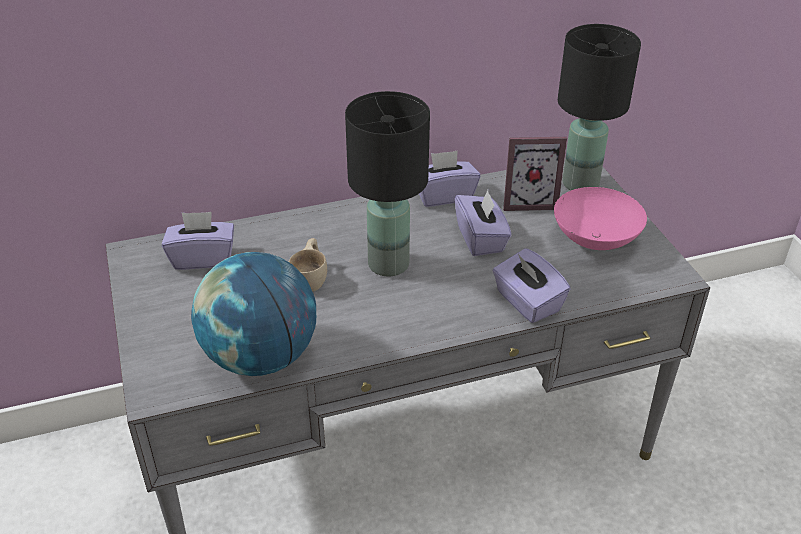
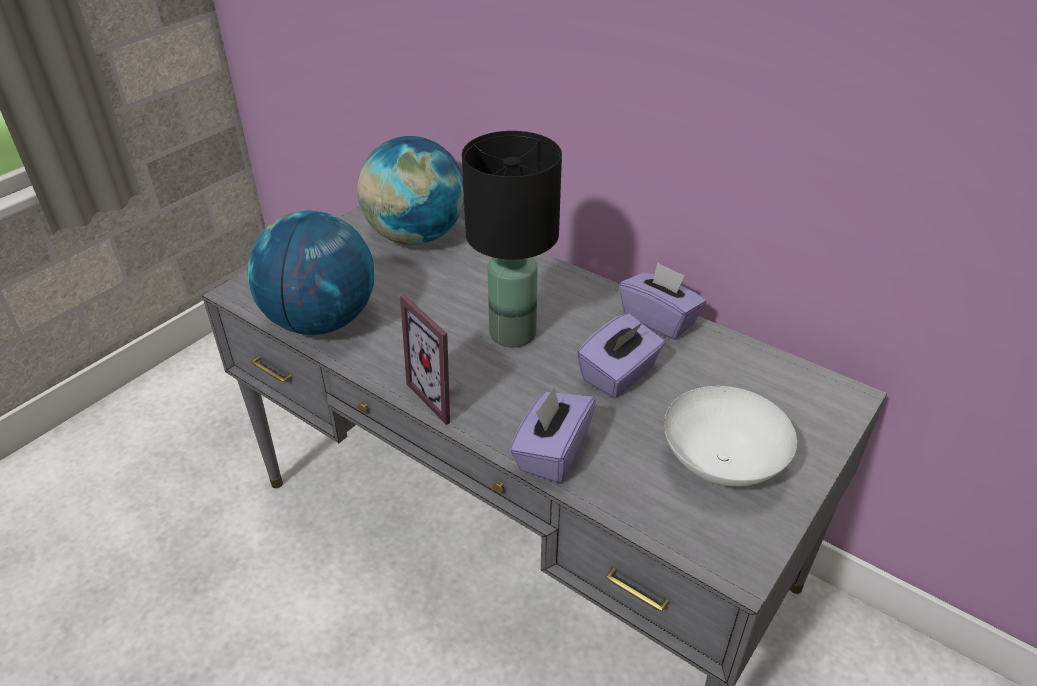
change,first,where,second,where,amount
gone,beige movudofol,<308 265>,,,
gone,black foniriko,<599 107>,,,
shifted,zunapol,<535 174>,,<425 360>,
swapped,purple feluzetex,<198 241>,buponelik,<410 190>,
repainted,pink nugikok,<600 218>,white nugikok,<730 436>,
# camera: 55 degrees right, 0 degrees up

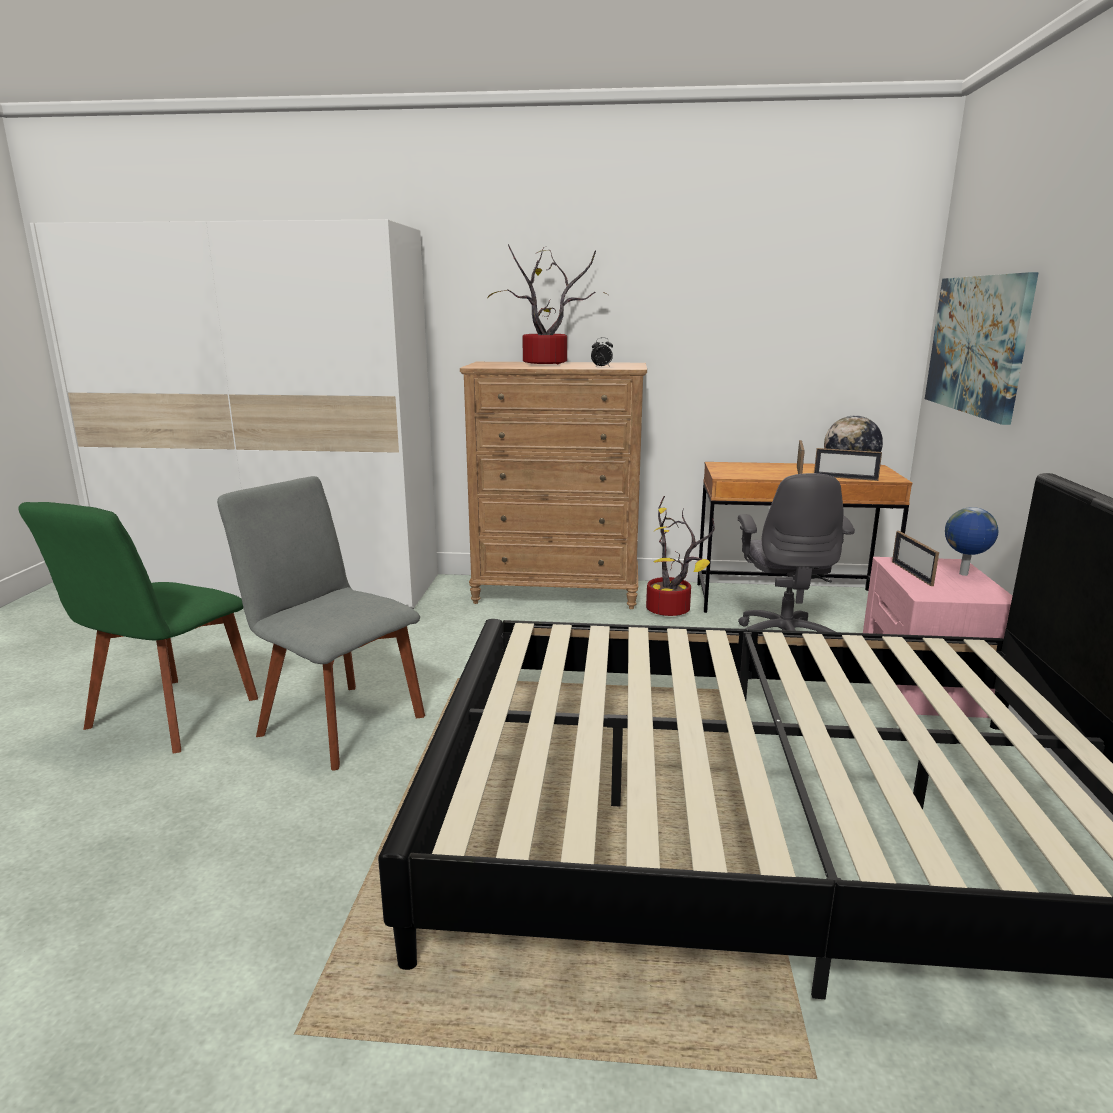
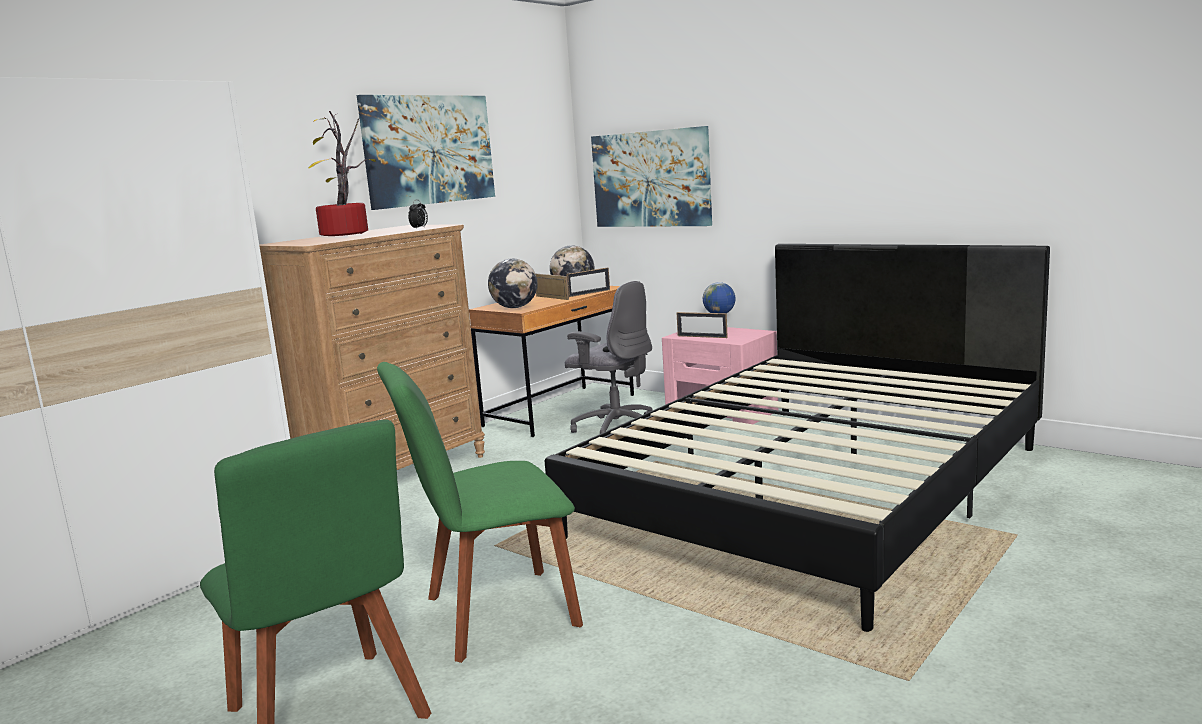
change,first,where,second,where,amount
gone,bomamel,<680 556>,,,
new,,,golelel,<426 152>,
new,,,buponelik,<512 283>,
repainted,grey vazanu,<321 623>,green vazanu,<480 512>,
# camera: 55 degrees left, 5 degrees down

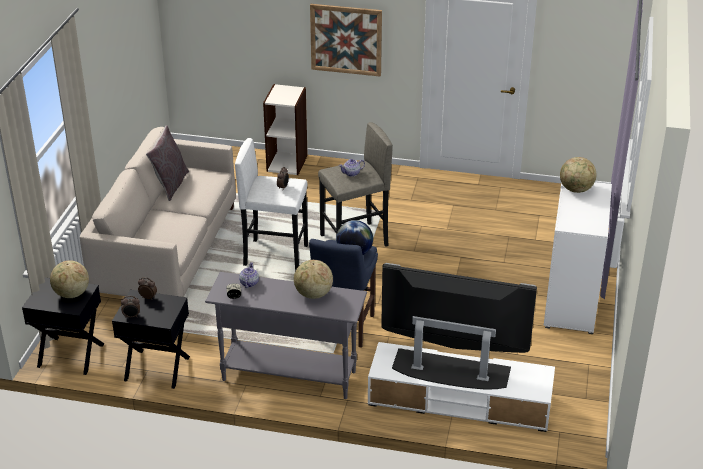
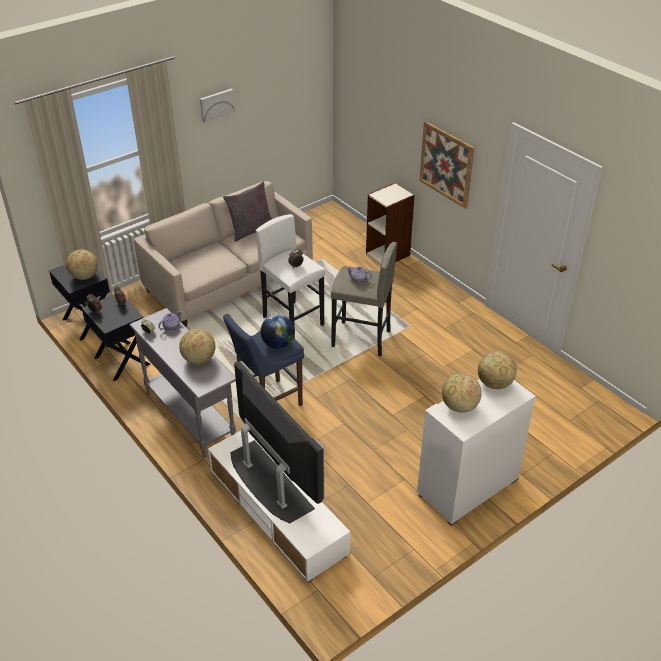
change,first,where,second,where,amount
new,,,golelel,<217 106>,
new,,,buponelik,<462 393>,
# camera: 40 degrees right, 5 degrees up

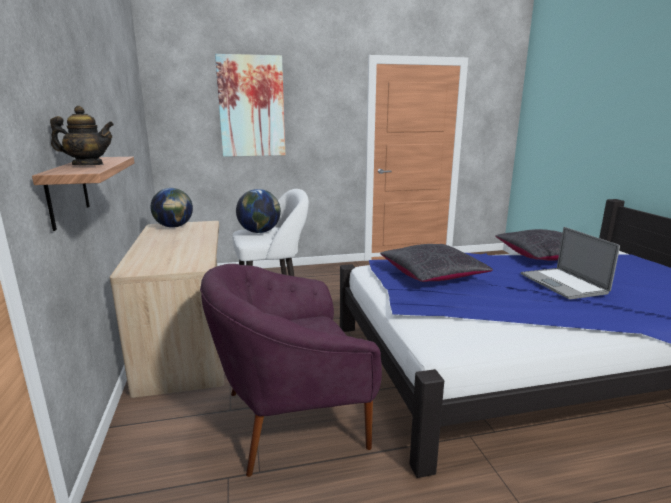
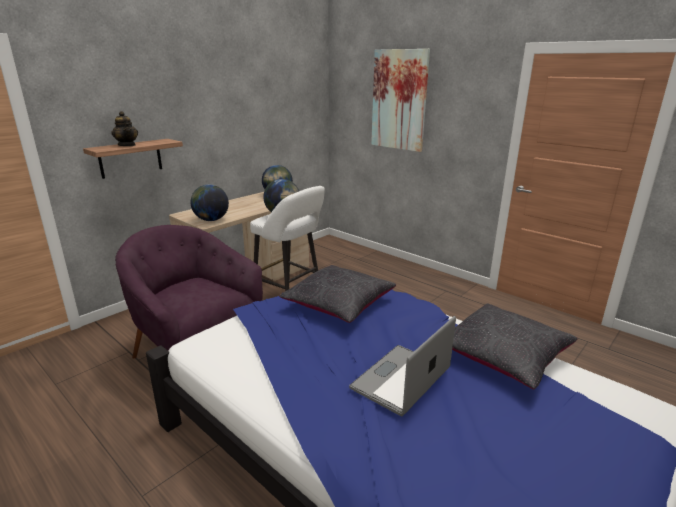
change,first,where,second,where,amount
new,,,buponelik,<209 202>,
# camera: 55 degrees right, 5 degrees up

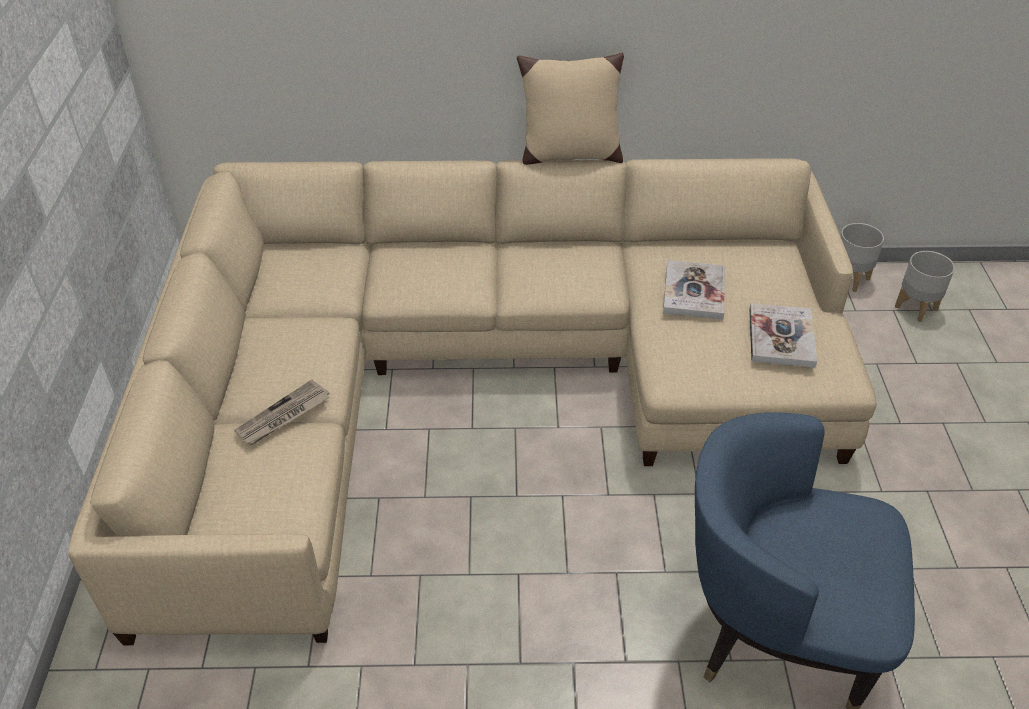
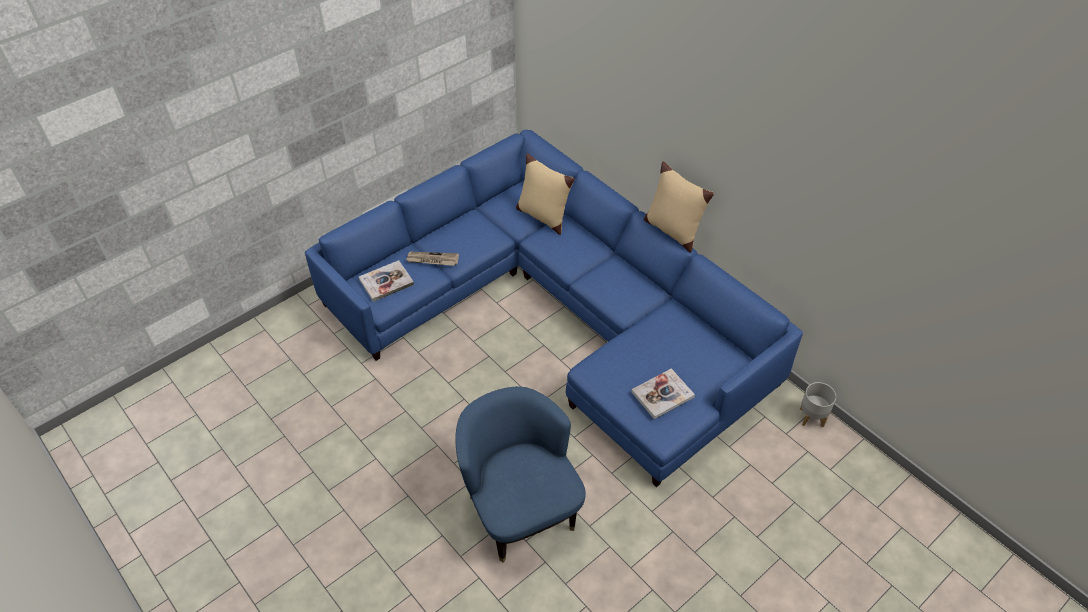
change,first,where,second,where,amount
gone,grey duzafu,<925 286>,,,
new,,,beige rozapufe,<545 194>,
shifted,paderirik,<694 289>,,<386 281>,
repainted,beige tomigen,<472 402>,blue tomigen,<554 308>,
# camera: 50 degrees right, 5 degrees up

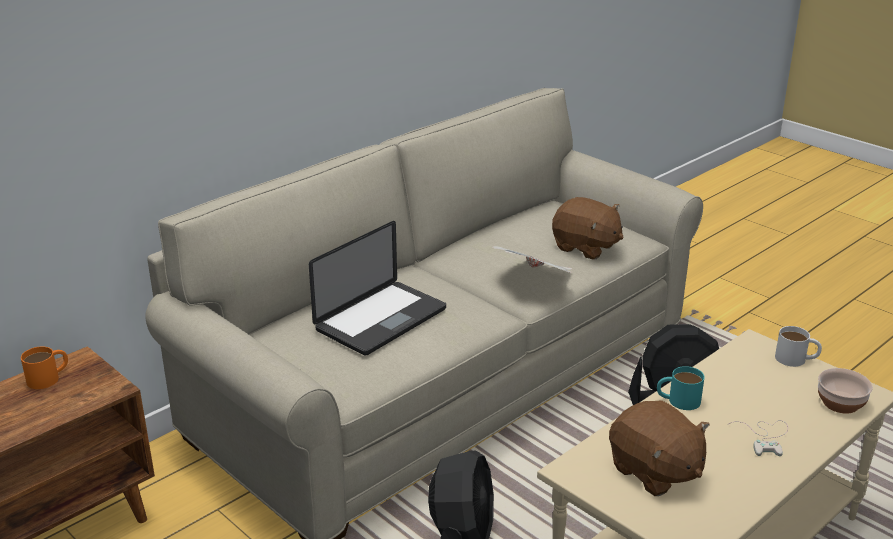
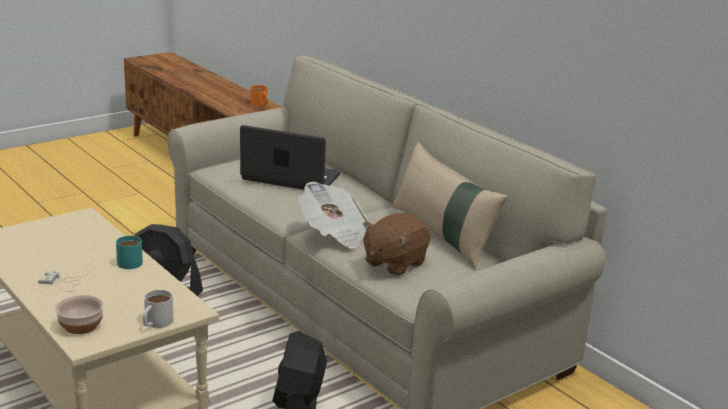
change,first,where,second,where,amount
gone,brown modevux,<659 448>,,,
new,,,beige rozapufe,<450 205>,
rotated,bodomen,<377 288>,,<290 157>,150 degrees clockwise
# camera: 95 degrees right, 5 degrees down

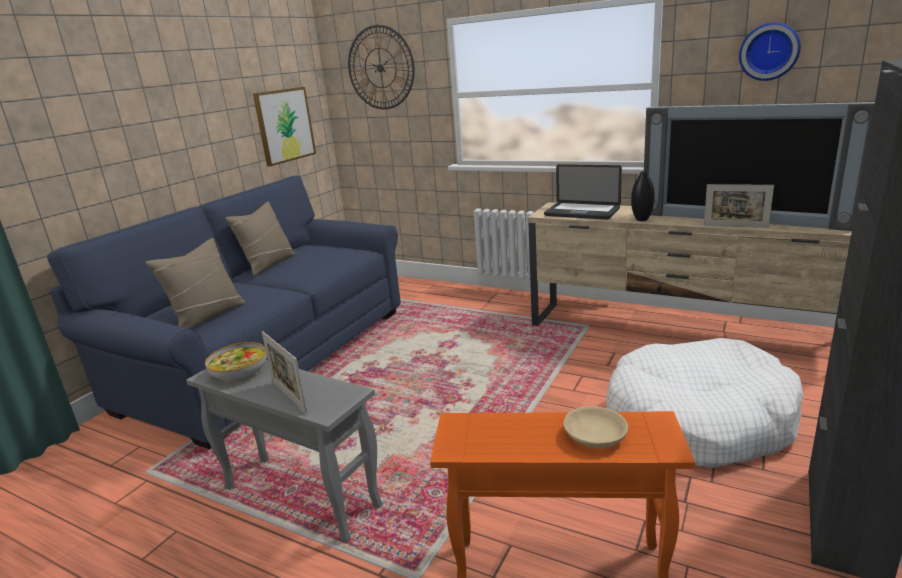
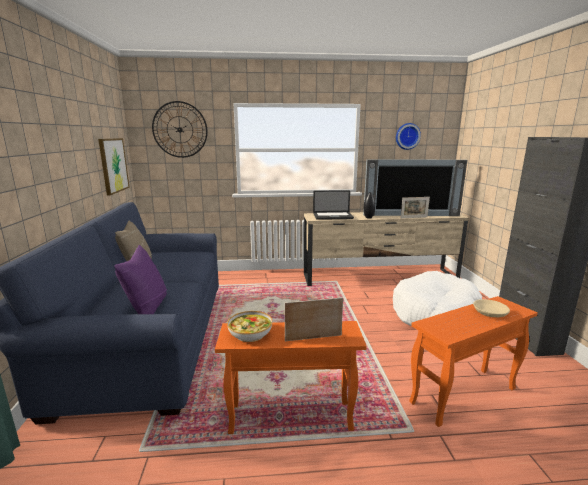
change,first,where,second,where,amount
repainted,beige rozapufe,<195 283>,purple rozapufe,<140 279>,
repainted,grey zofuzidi,<284 451>,orange zofuzidi,<291 377>,
rotated,zunapol,<285 372>,,<314 319>,150 degrees clockwise
# camera: 35 degrees left, 5 degrees down

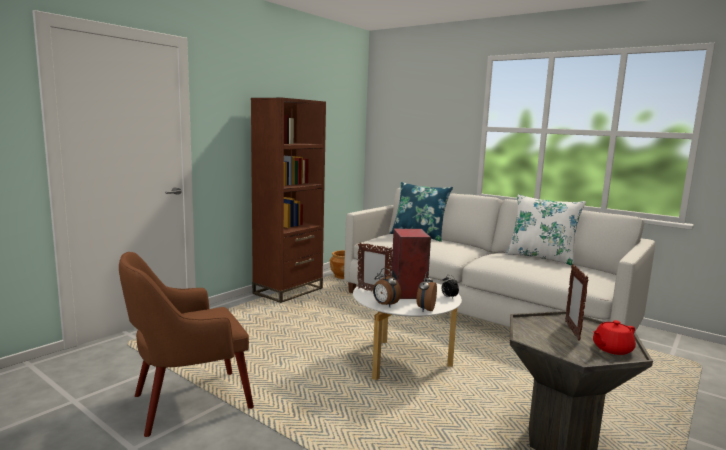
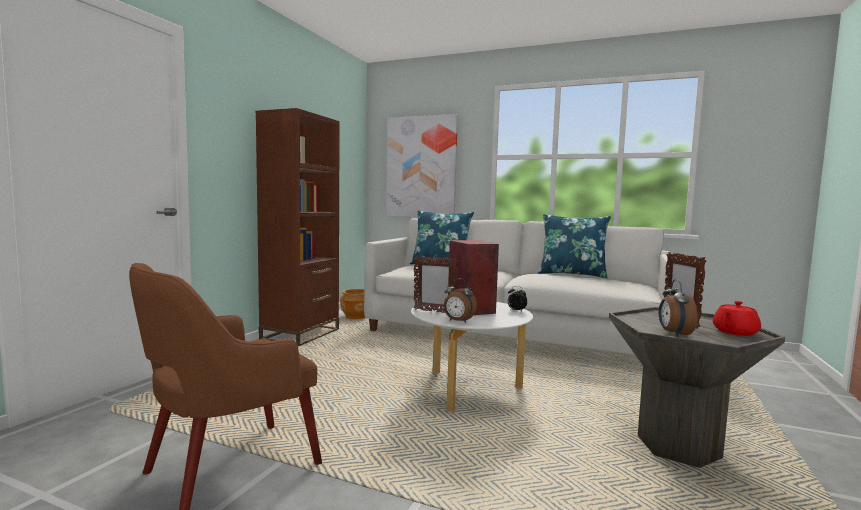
change,first,where,second,where,amount
new,,,golelel,<422 165>,
shifted,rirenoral,<426 291>,,<678 308>,
repainted,white rozapufe,<545 230>,blue rozapufe,<574 246>,
# camera: 15 degrees left, 5 degrees down

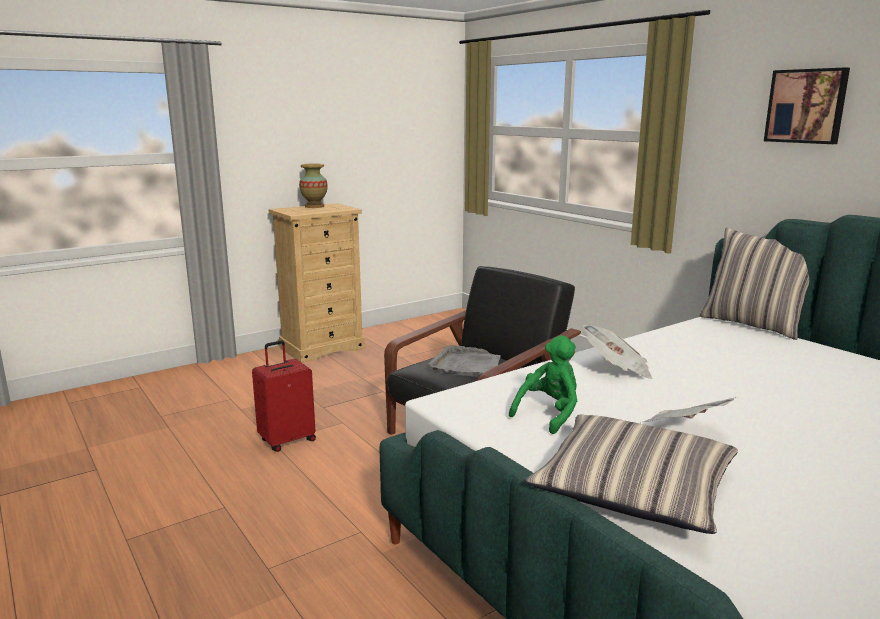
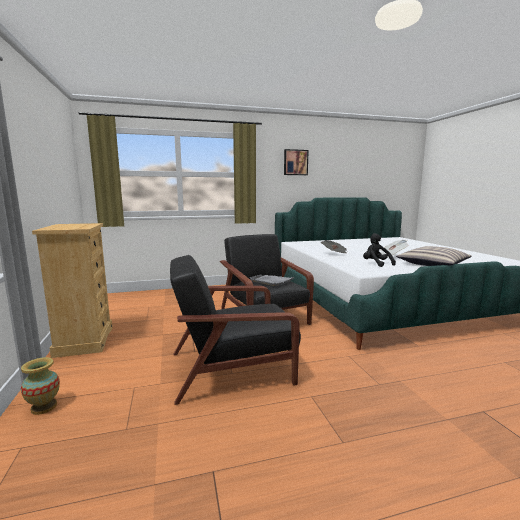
change,first,where,second,where,amount
gone,rozapufe,<754 284>,,,
shifted,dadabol,<313 185>,,<40 386>,
swapped,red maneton,<284 396>,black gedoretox,<235 330>,
repainted,green modevux,<543 384>,black modevux,<379 250>,
# camera: 70 degrees left, 5 degrees down

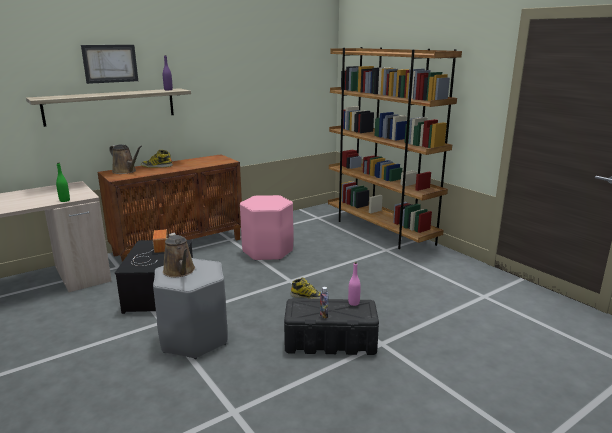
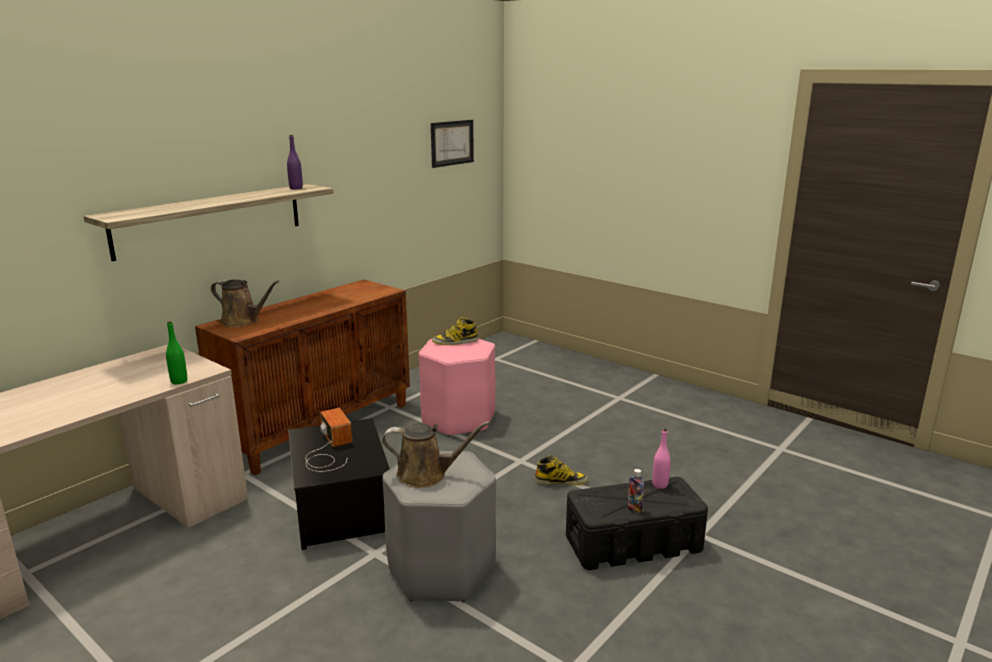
change,first,where,second,where,amount
gone,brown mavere,<395 148>,,,
shifted,golelel,<109 64>,,<452 144>,
shifted,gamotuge,<157 159>,,<455 331>,
rotated,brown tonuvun,<179 255>,,<436 454>,45 degrees counterclockwise
# camera: 15 degrees left, 0 degrees up

